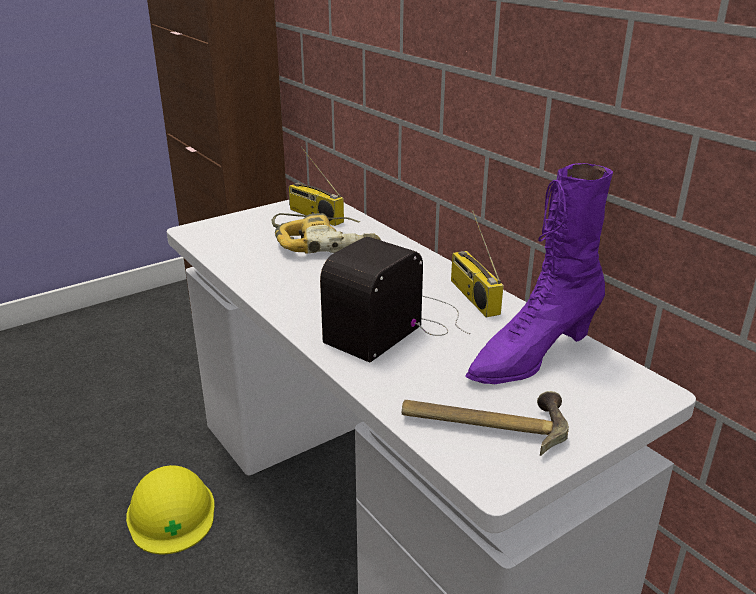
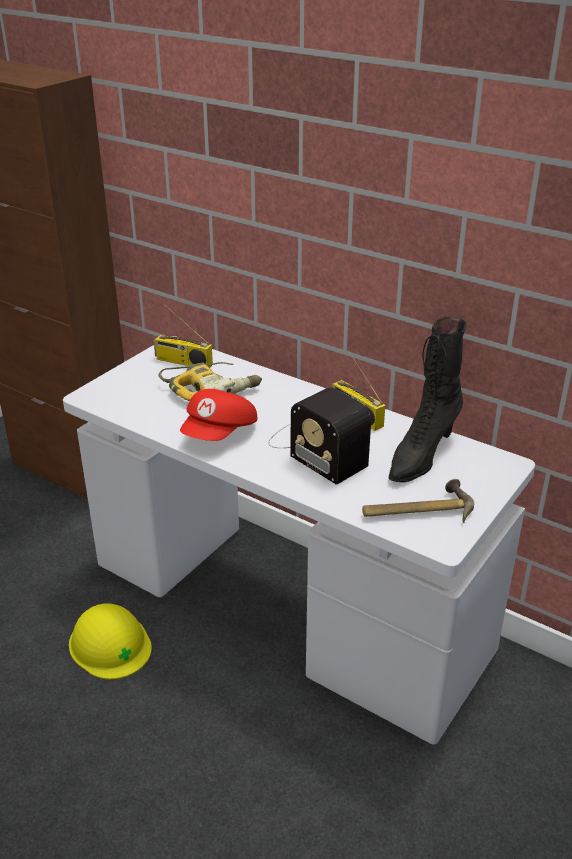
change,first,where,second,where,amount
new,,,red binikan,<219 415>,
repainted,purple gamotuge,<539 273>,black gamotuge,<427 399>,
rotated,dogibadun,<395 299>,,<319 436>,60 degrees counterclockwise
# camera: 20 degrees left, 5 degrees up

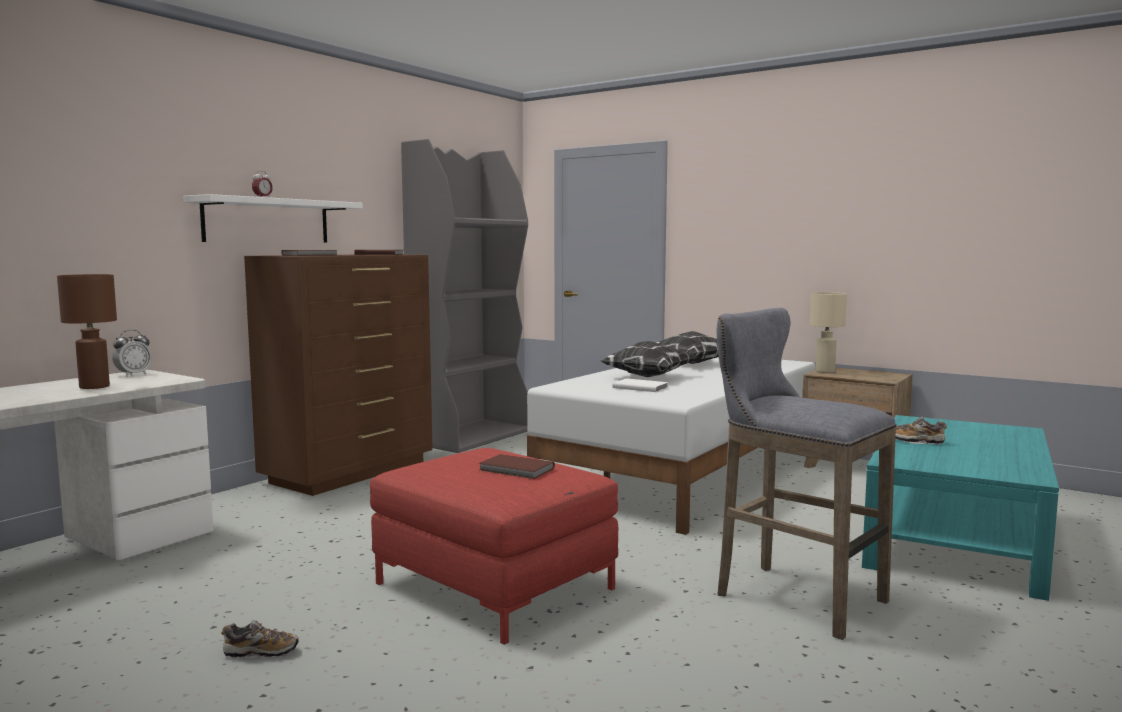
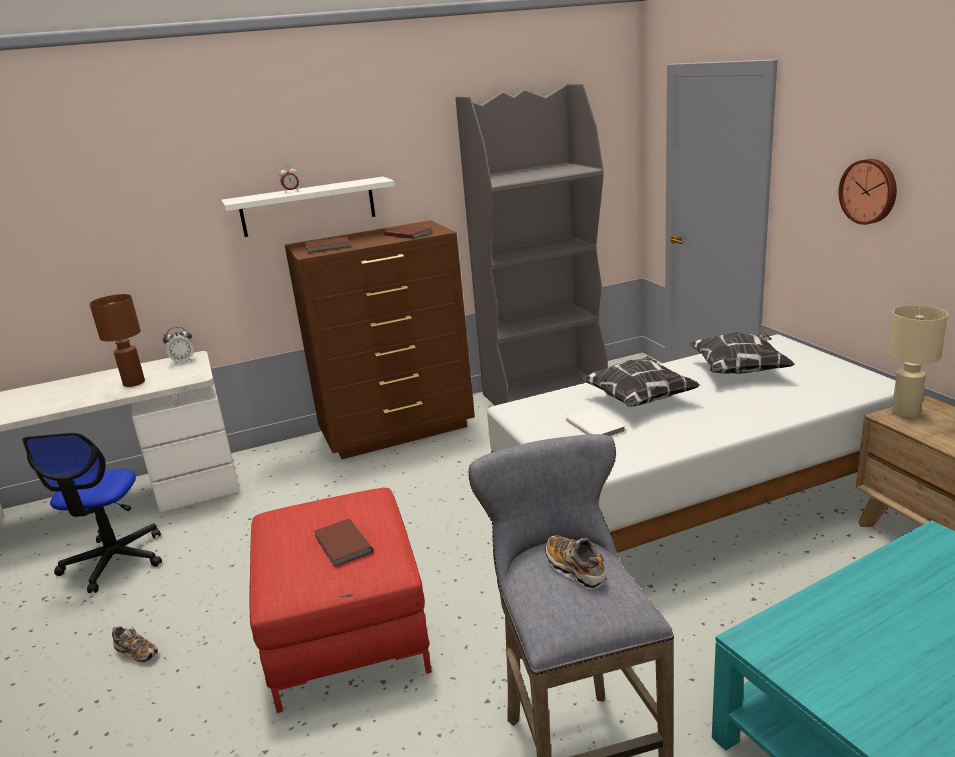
change,first,where,second,where,amount
new,,,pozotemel,<92 512>,
new,,,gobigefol,<867 192>,
shifted,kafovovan,<921 431>,,<576 562>,
# camera: 35 degrees right, 15 degrees up

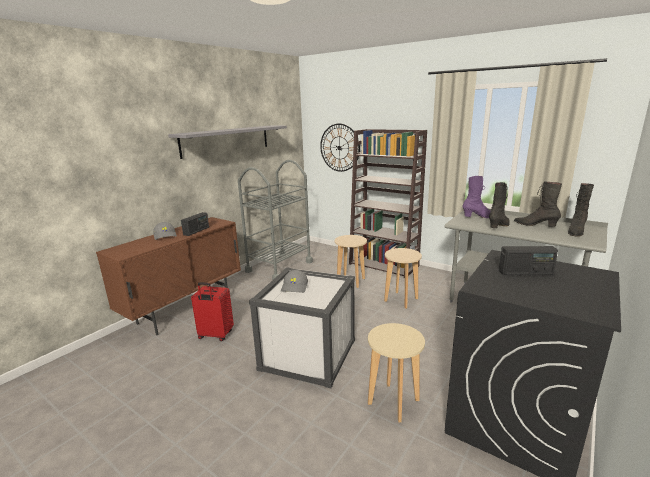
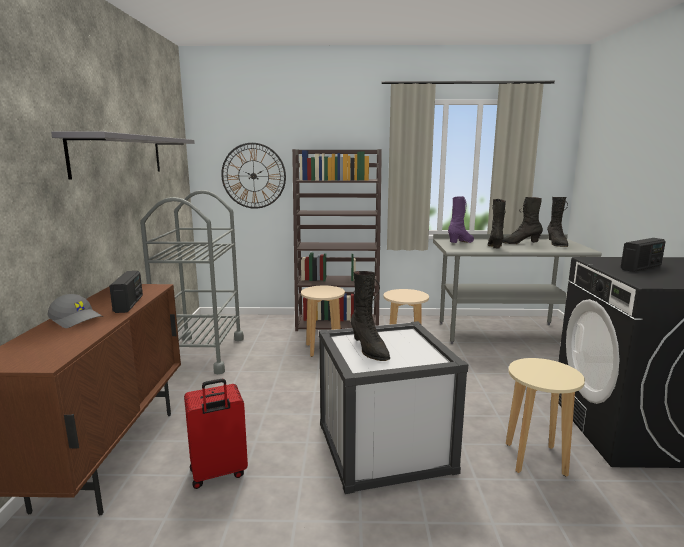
change,first,where,second,where,amount
swapped,grey binikan,<294 281>,black gamotuge,<370 316>,
# camera: 35 degrees left, 5 degrees down

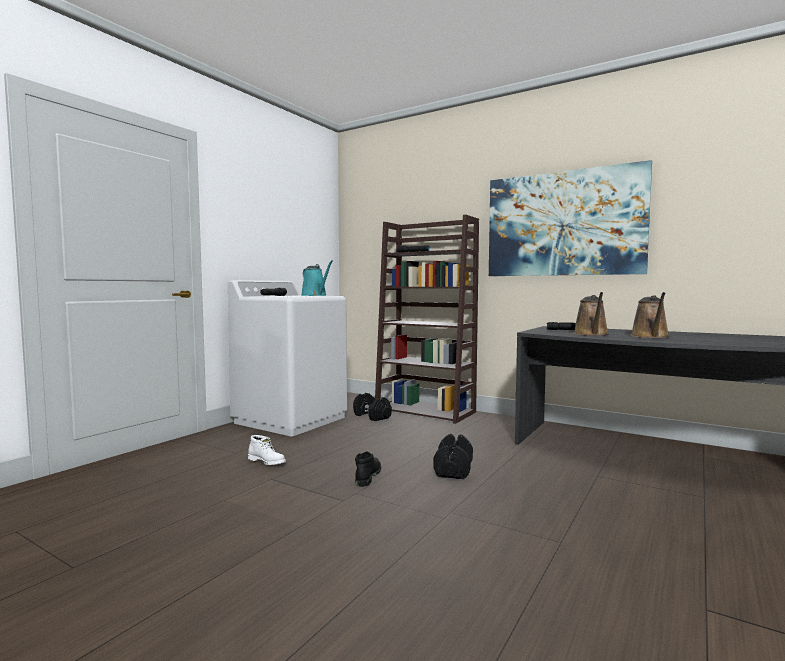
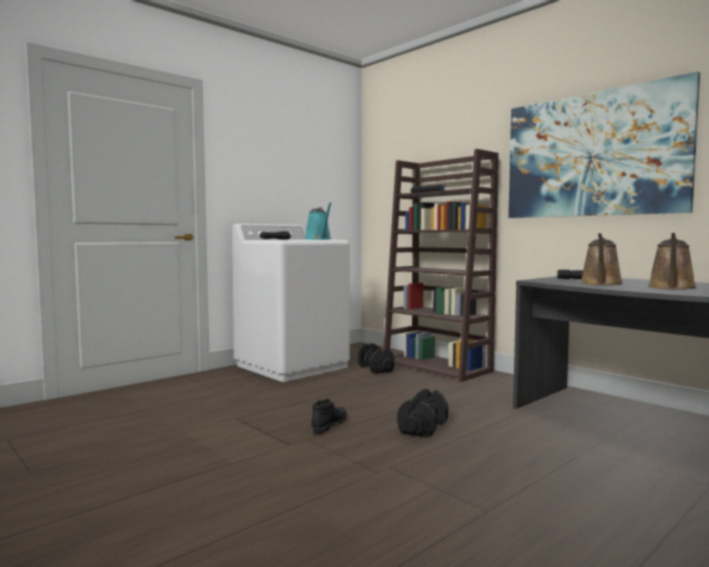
change,first,where,second,where,amount
gone,white gamotuge,<267 450>,,,
# camera: 15 degrees right, 0 degrees up

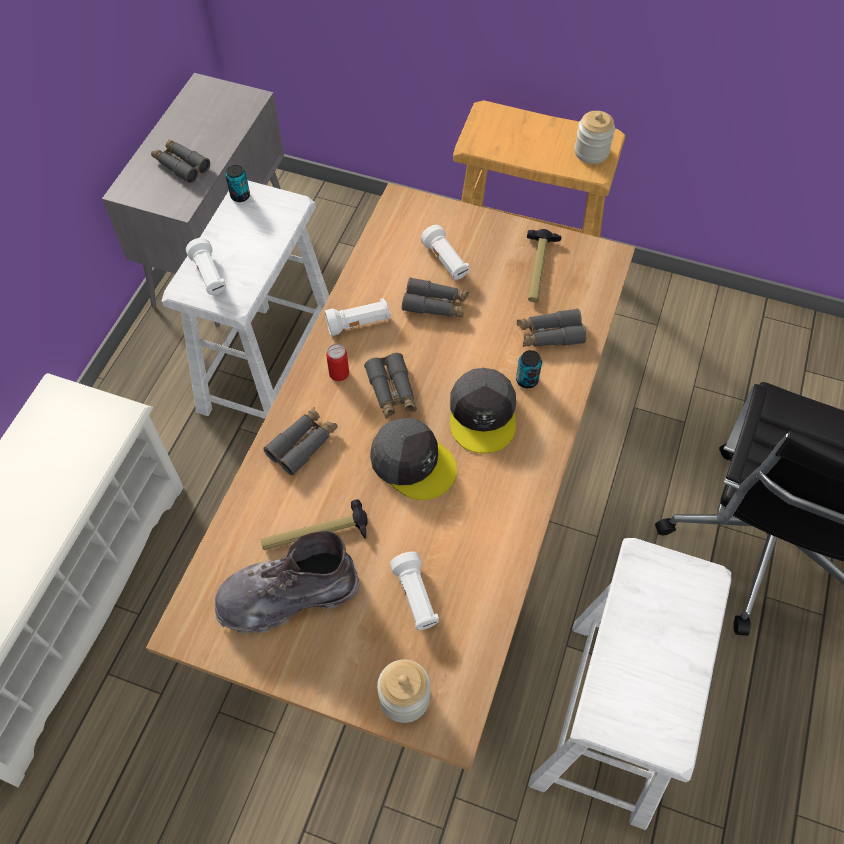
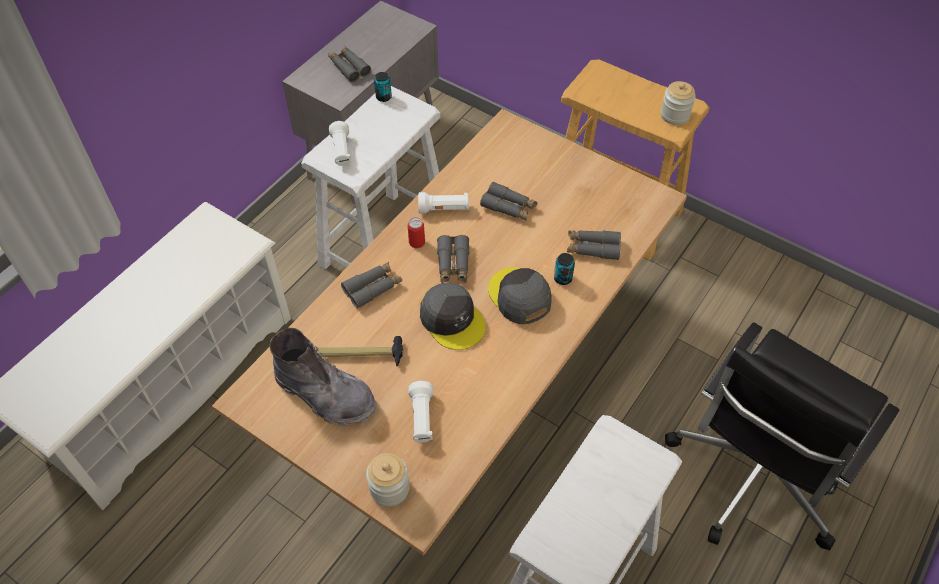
change,first,where,second,where,amount
gone,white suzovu,<445 252>,,,
gone,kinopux,<544 265>,,,
rotated,grey gamotuge,<287 582>,,<323 377>,150 degrees counterclockwise
rotated,grey binikan,<483 410>,,<520 295>,135 degrees clockwise
# camera: 15 degrees right, 5 degrees down

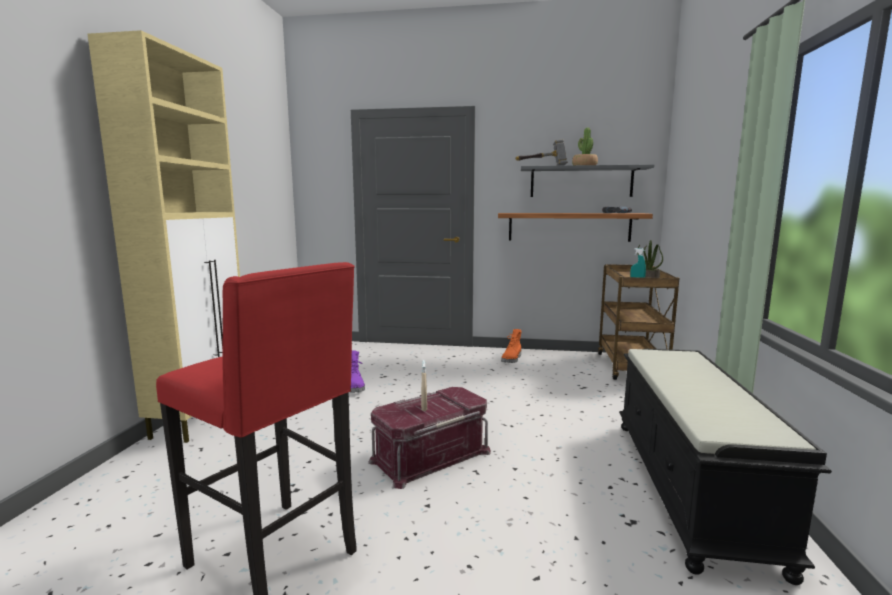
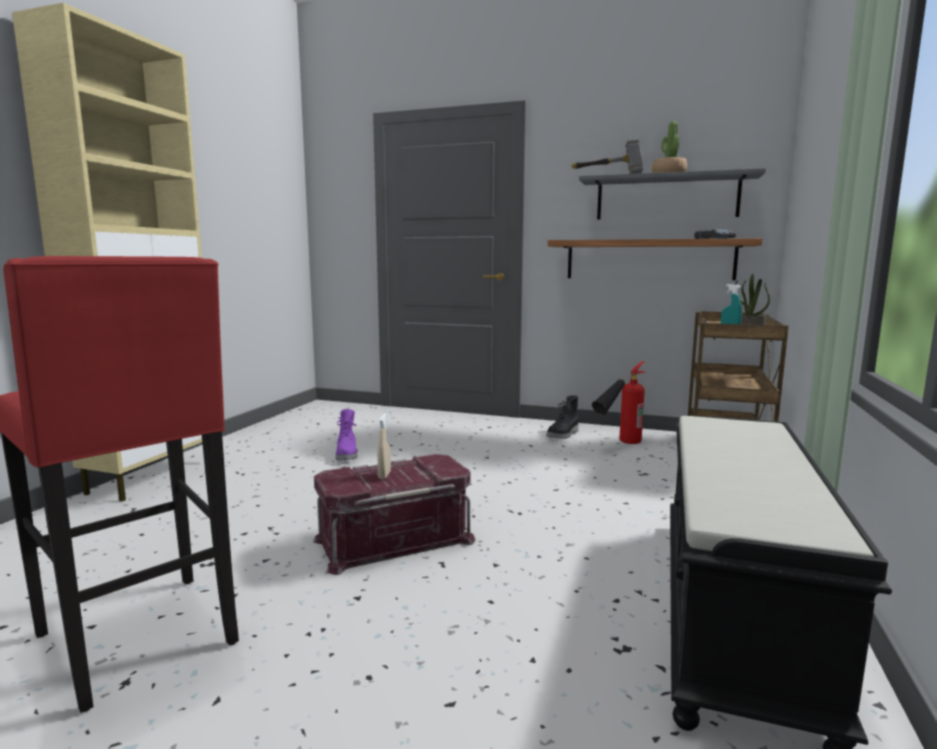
change,first,where,second,where,amount
new,,,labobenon,<619 402>,
repainted,orange gamotuge,<511 346>,black gamotuge,<563 417>,
# camera: 10 degrees right, 0 degrees up

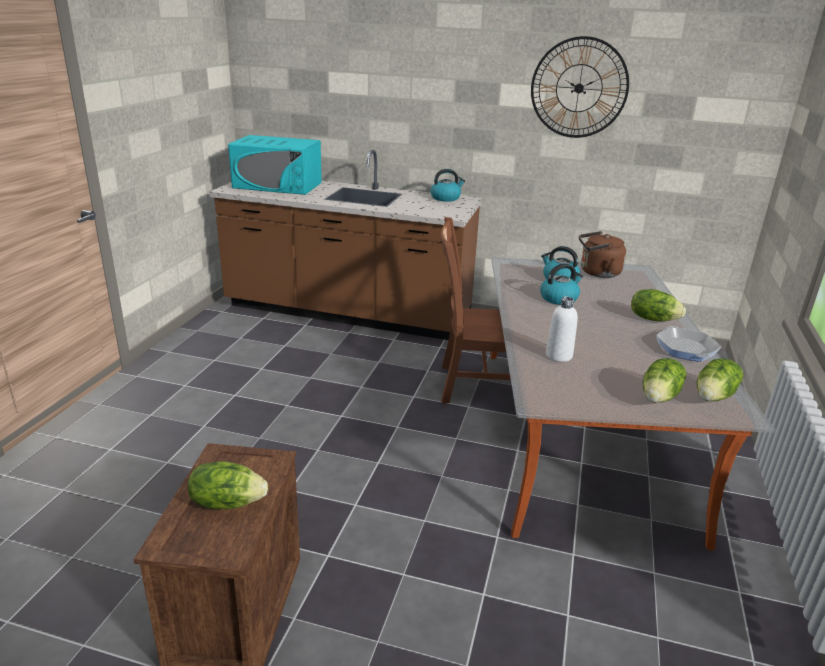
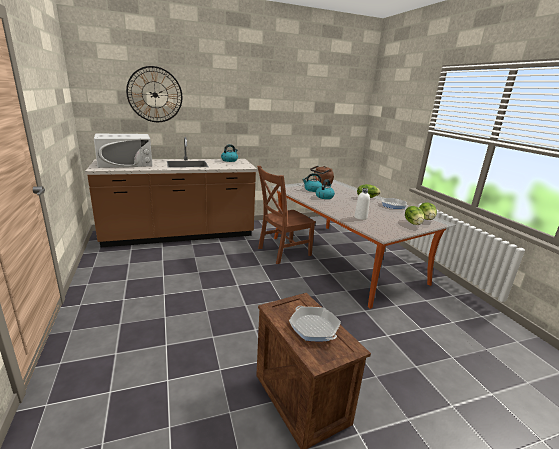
change,first,where,second,where,amount
shifted,gobigefol,<580 87>,,<154 94>,
swapped,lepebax,<228 485>,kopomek,<315 323>,
repainted,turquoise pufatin,<275 165>,white pufatin,<123 151>,
# camera: 35 degrees left, 5 degrees down

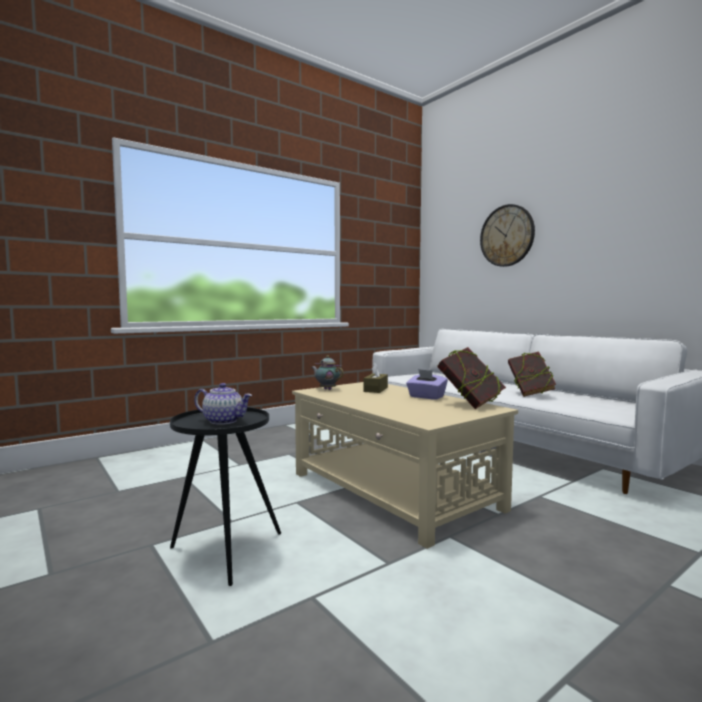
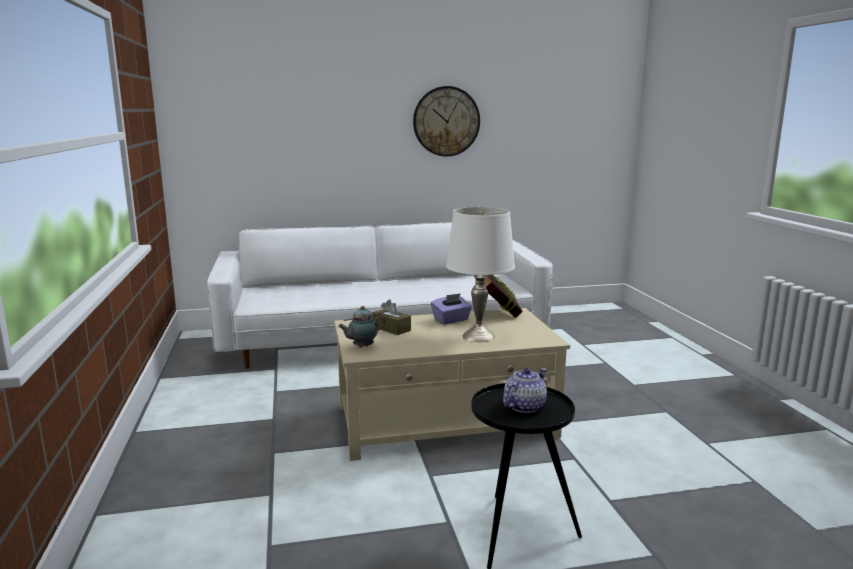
change,first,where,second,where,amount
gone,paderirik,<532 374>,,,
new,,,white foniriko,<480 274>,
shifted,gobigefol,<507 235>,,<446 121>,
# camera: 65 degrees left, 10 degrees up

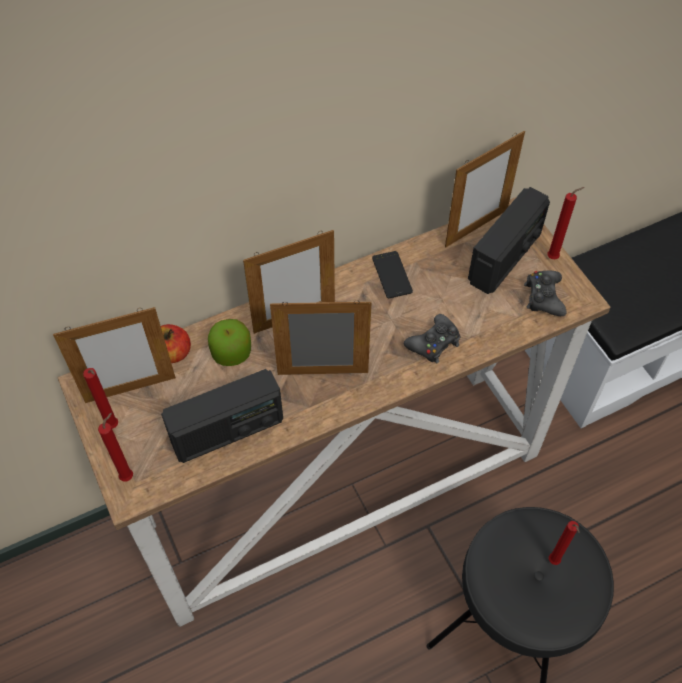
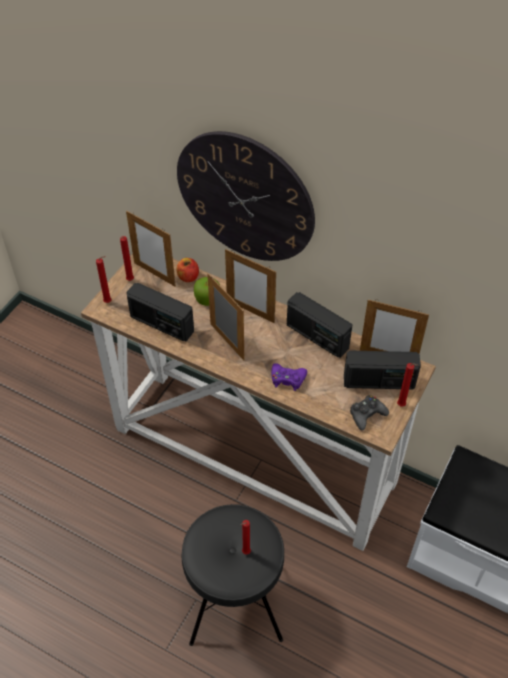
change,first,where,second,where,amount
new,,,gobigefol,<246 196>,
swapped,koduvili,<392 274>,dogibadun,<320 325>,
repainted,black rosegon,<432 338>,purple rosegon,<289 377>,
# camera: 55 degrees right, 5 degrees down

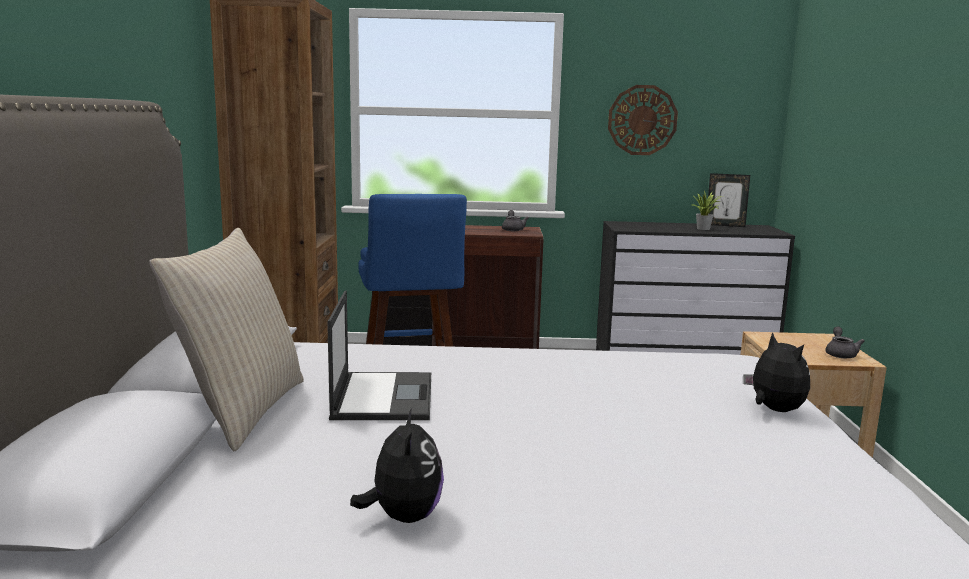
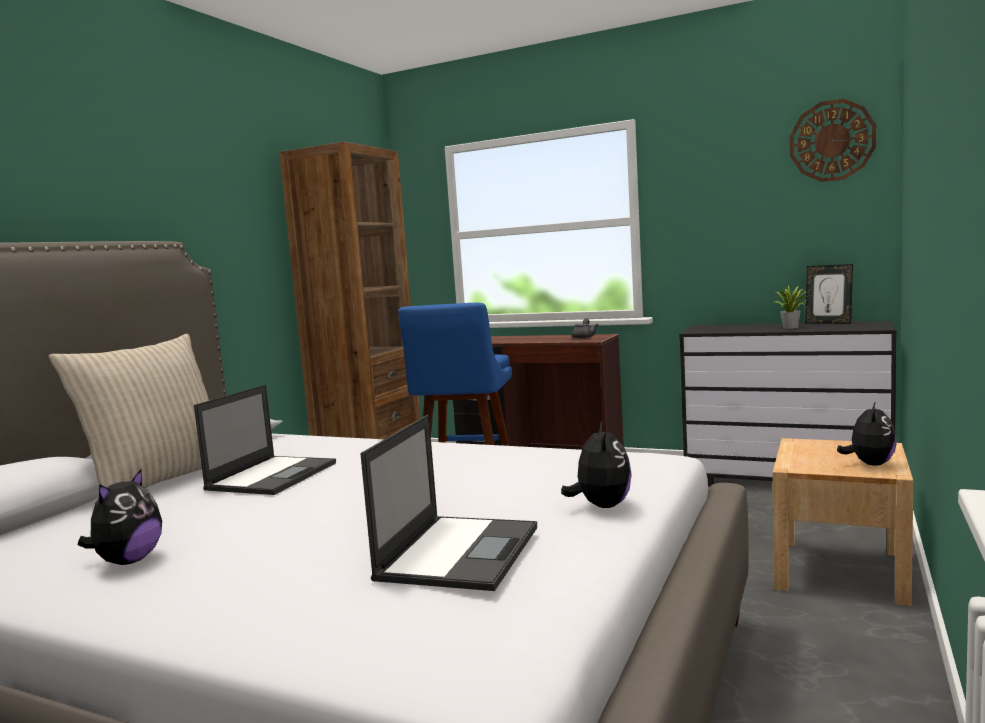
change,first,where,second,where,amount
new,,,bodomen,<448 503>,
shifted,gobigefol,<643 120>,,<833 140>,
swapped,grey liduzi,<844 343>,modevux,<867 433>,
# camera: 25 degrees right, 5 degrees down

